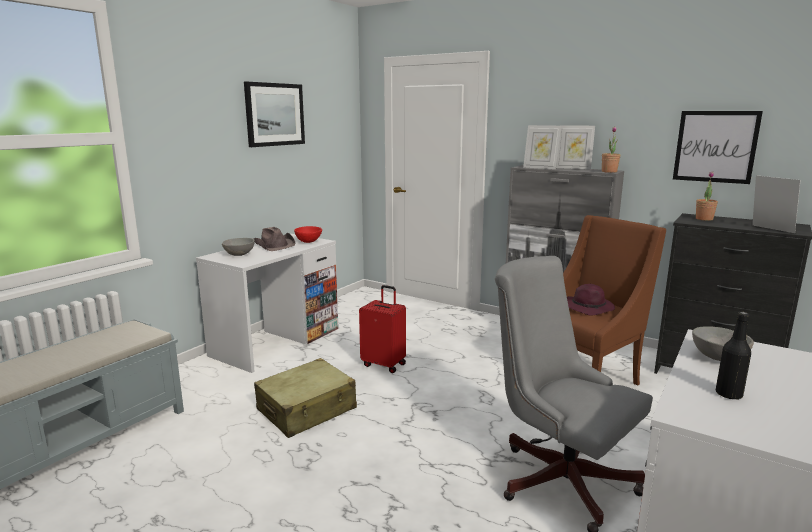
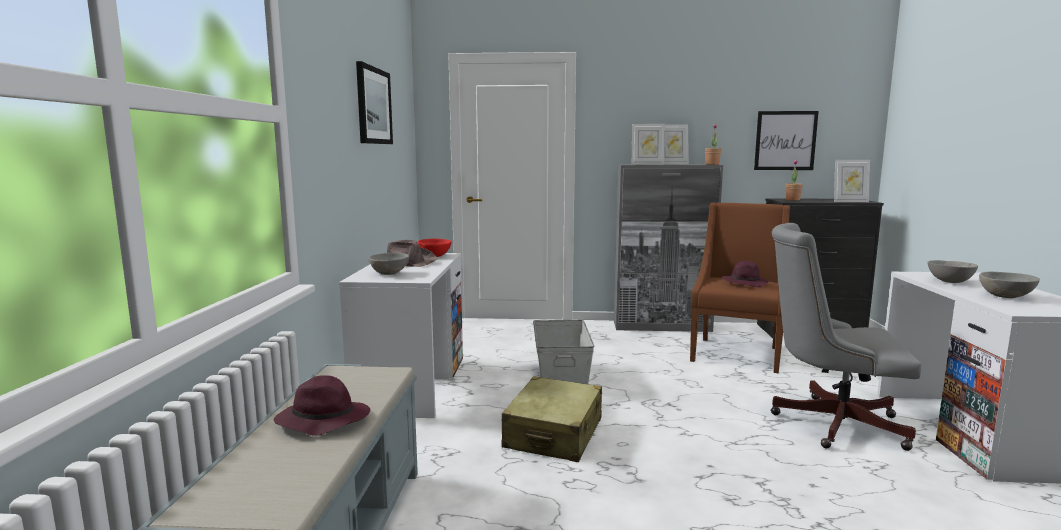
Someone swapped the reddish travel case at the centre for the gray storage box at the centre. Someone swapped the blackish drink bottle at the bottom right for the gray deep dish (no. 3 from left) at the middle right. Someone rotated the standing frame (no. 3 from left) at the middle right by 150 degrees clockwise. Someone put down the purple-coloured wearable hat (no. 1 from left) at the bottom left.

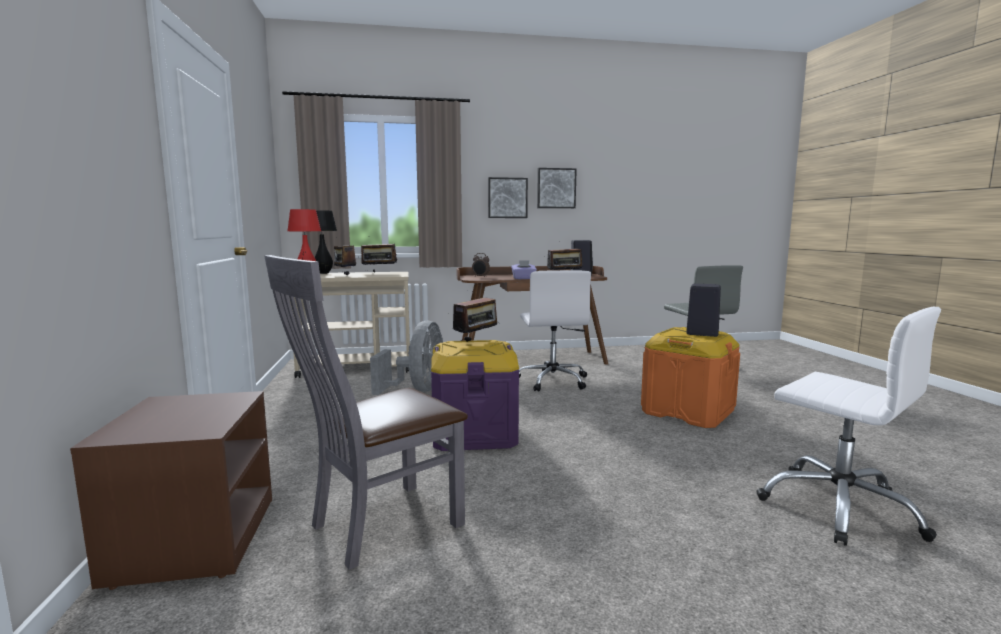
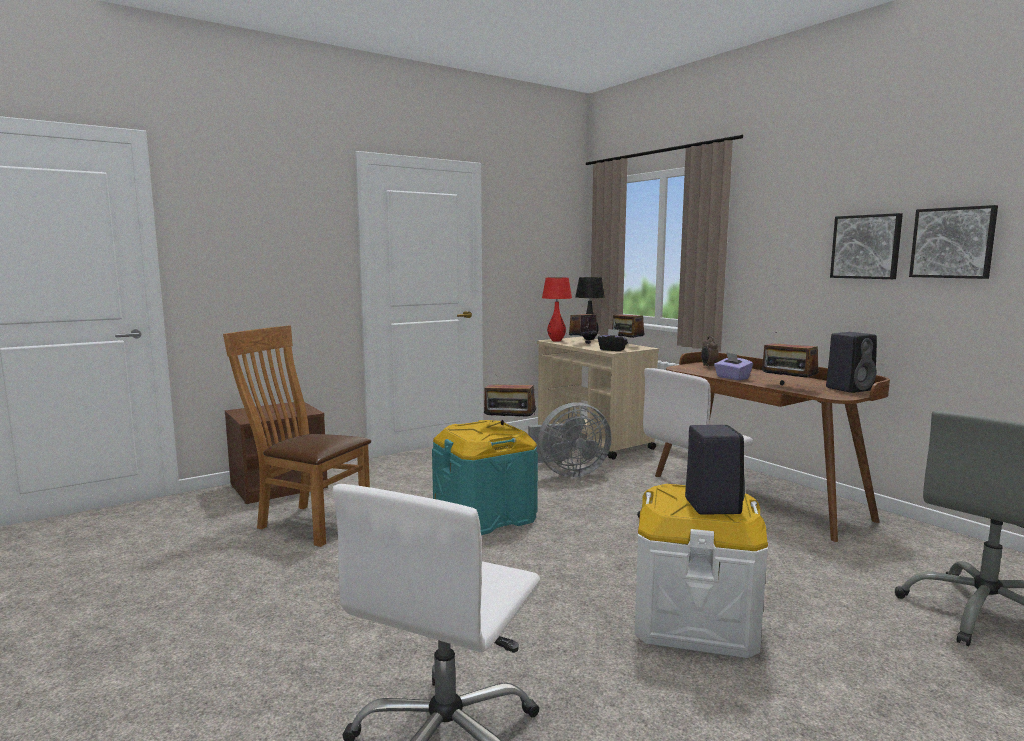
Someone repainted the gray upright chair at the centre, which became the brown-coloured upright chair at the middle left. Someone repainted the purple-coloured storage box at the centre, which became the turquoise-coloured storage box at the centre. Someone carried the picture (no. 1 from left in the first image) from the top centre to the top right. Someone repainted the orange storage box at the middle right, which became the white-coloured storage box at the bottom right. Someone put down the blackish box of tissues at the centre.

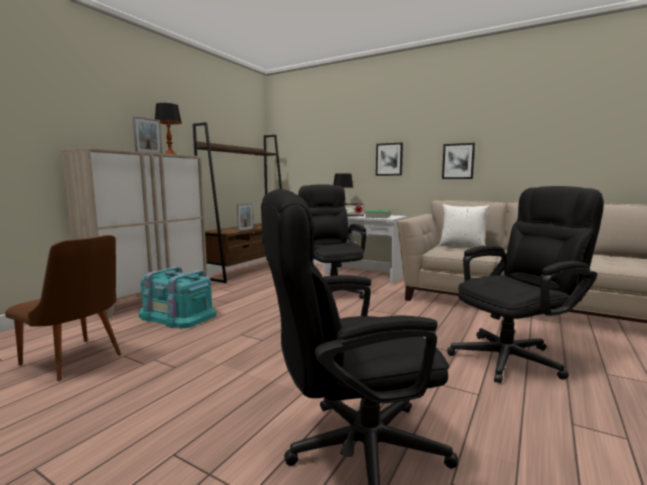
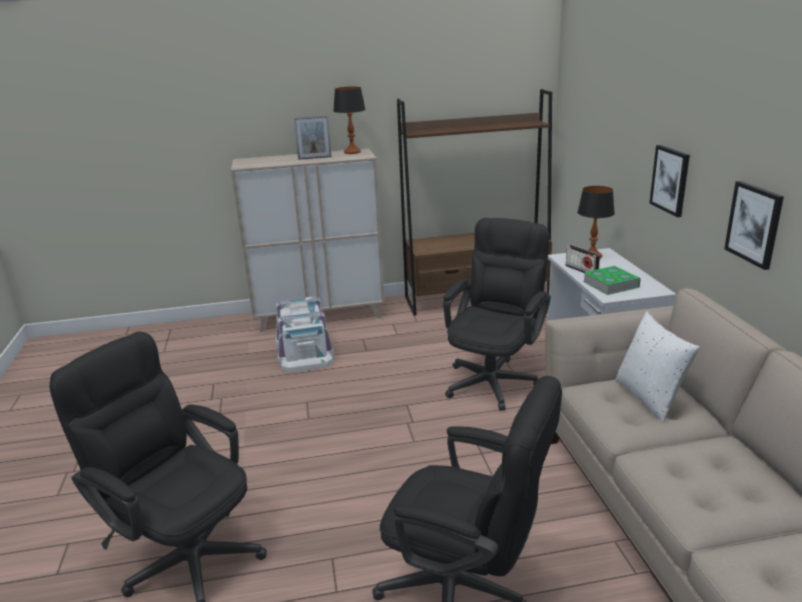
Someone took away the brown-coloured upright chair at the middle left. Someone repainted the turquoise-coloured storage box at the middle left, which became the white-coloured storage box at the centre. Someone took away the standing frame (no. 2 from left) at the centre.

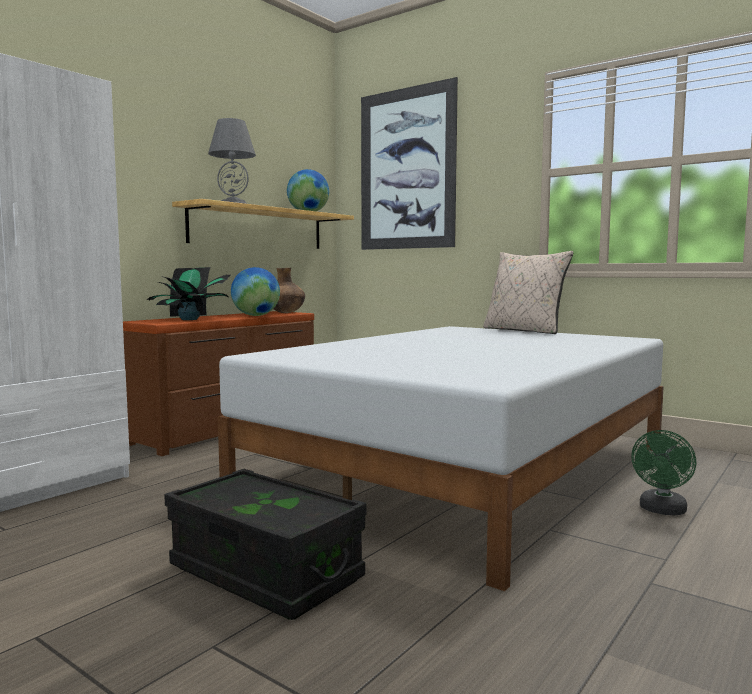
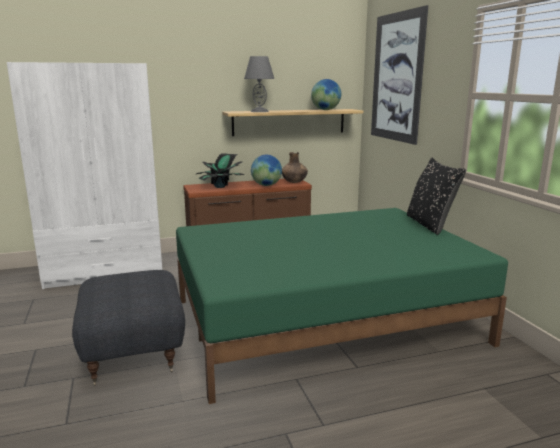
Someone swapped the blackish storage box at the bottom centre for the gray pouffe at the bottom left. Someone repainted the white-coloured bed at the centre, which became the greenish bed at the bottom centre. Someone repainted the beige pillow at the middle right, which became the blackish pillow at the middle right. Someone took away the greenish fan at the bottom right.

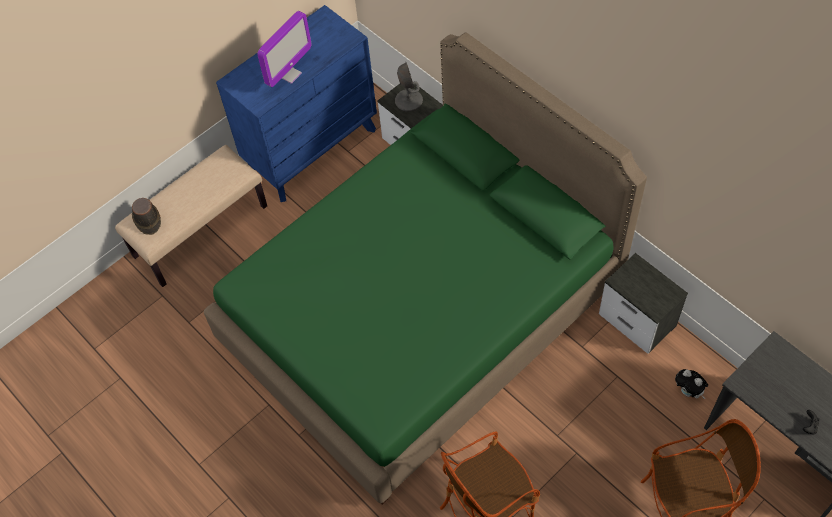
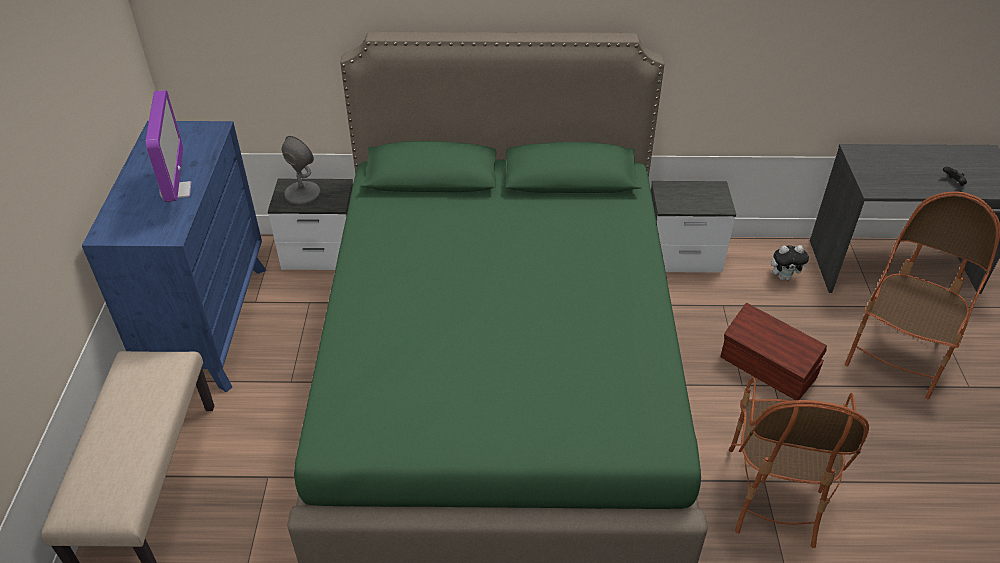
Someone took away the brown-coloured wearable hat at the middle left. Someone put down the brown-coloured storage box at the middle right.

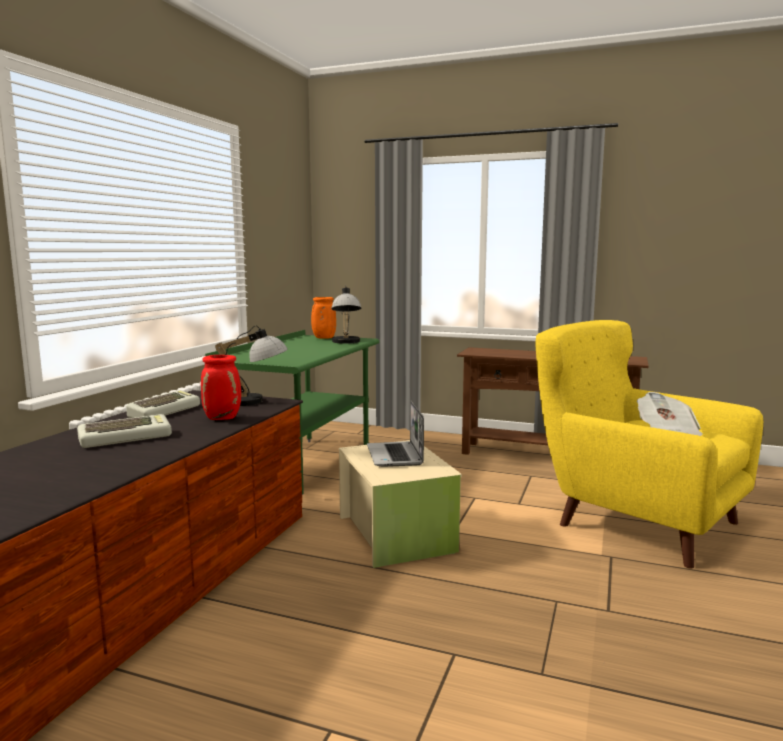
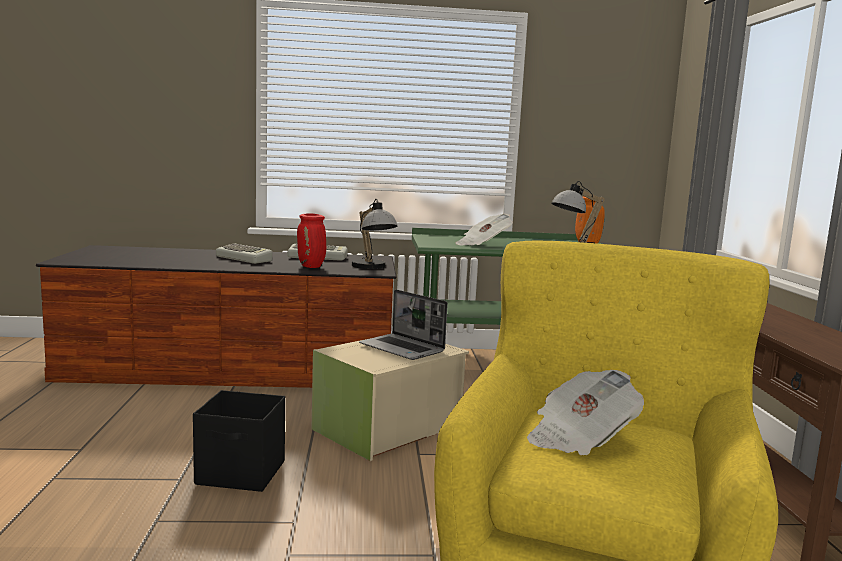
Someone rotated the laptop at the centre by 105 degrees counterclockwise. Someone put down the blackish storage box at the bottom left. Someone put down the printed paper (no. 1 from left) at the centre.

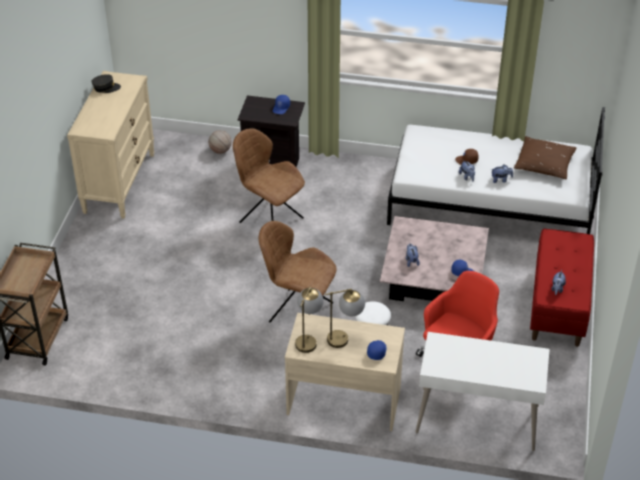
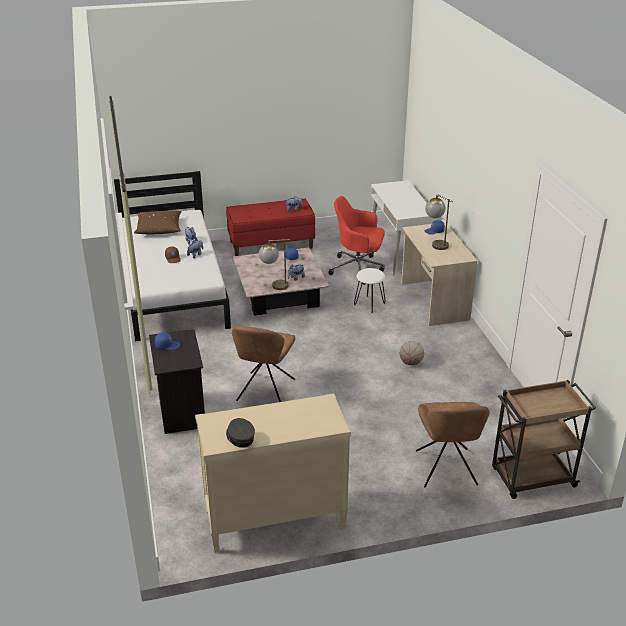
Someone carried the basketball from the top centre to the centre. Someone carried the brown-coloured upright chair (no. 2 from left) from the centre to the bottom right. Someone carried the lamp for a table (no. 1 from left) from the bottom centre to the centre.

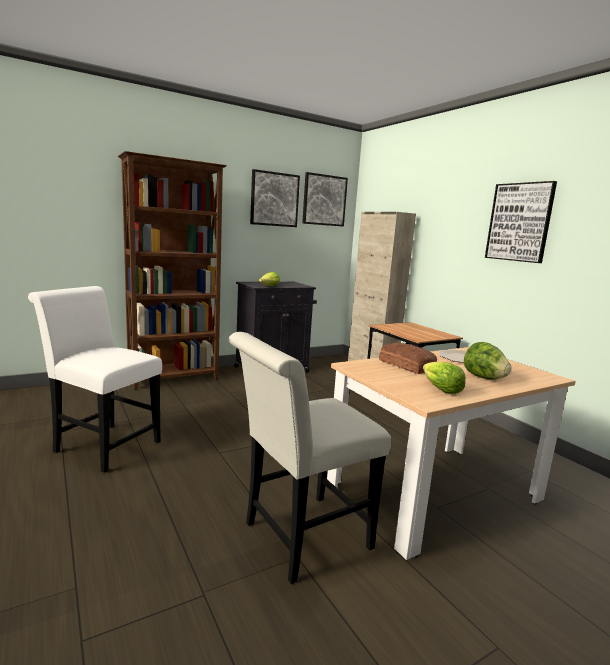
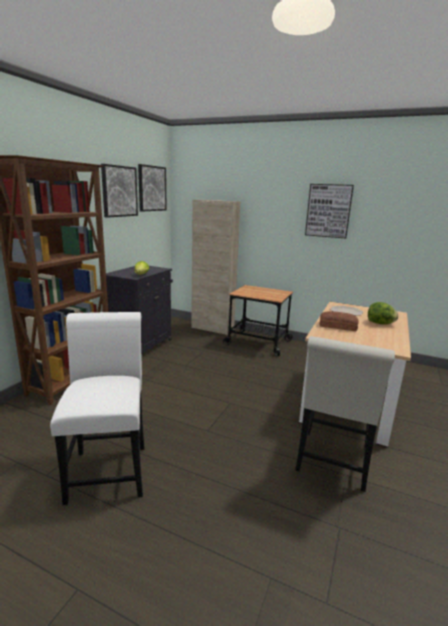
Someone rotated the white-coloured upright chair (no. 1 from left) at the middle left by 90 degrees clockwise. Someone took away the lettuce head (no. 2 from left) at the middle right.

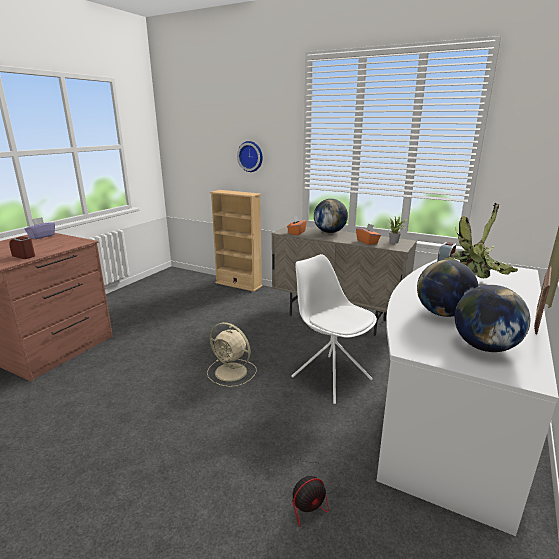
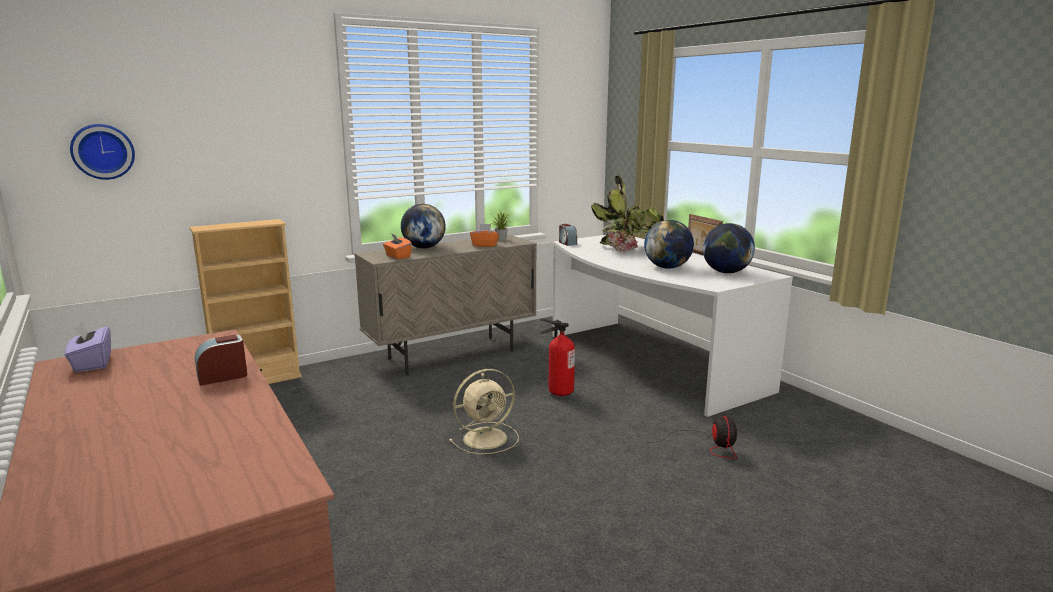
Someone carried the clock on the wall from the top centre to the top left. Someone swapped the white-coloured upright chair at the centre for the fire-fighting cylinder at the centre.

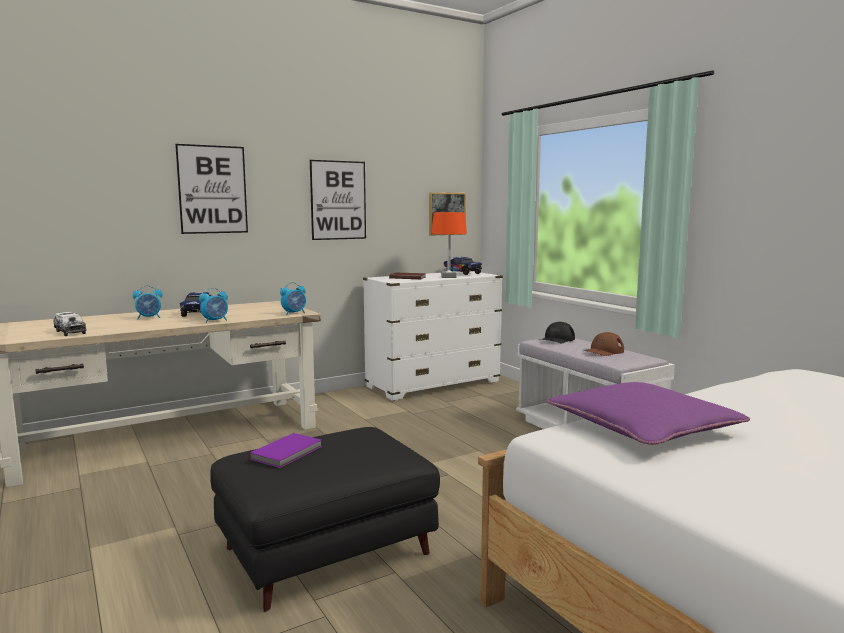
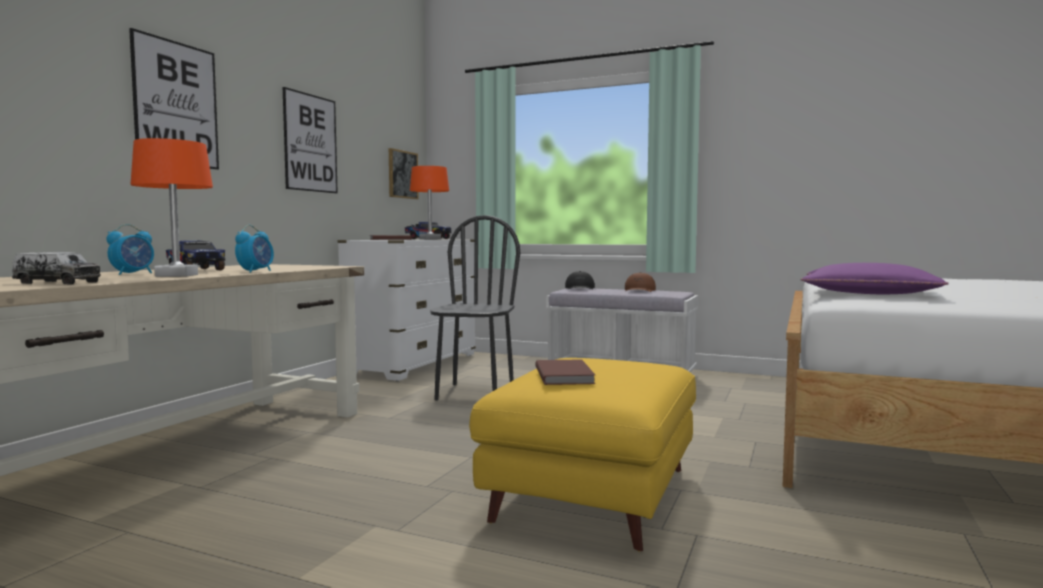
Someone repainted the blackish pouffe at the bottom centre, which became the yellow pouffe at the bottom centre. Someone repainted the purple-coloured book at the bottom centre, which became the brown-coloured book (no. 2 from left) at the centre. Someone took away the table clock (no. 3 from left) at the centre. Someone put down the orange lamp for a table (no. 1 from left) at the middle left. Someone put down the blackish upright chair at the centre.

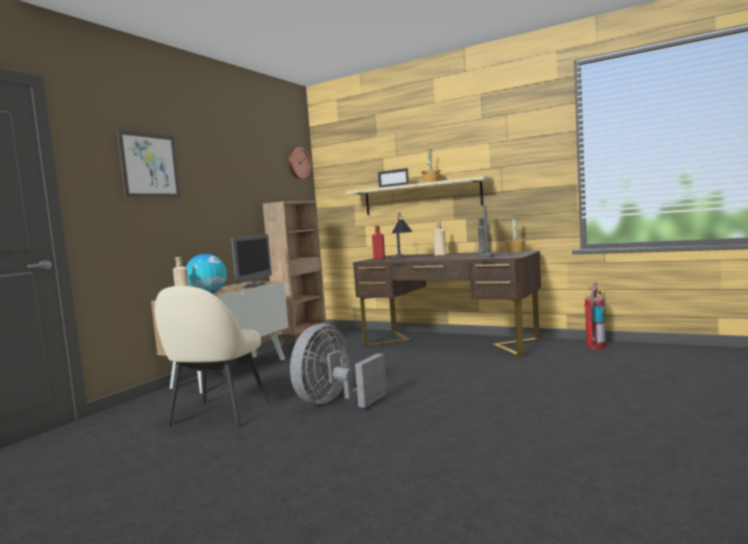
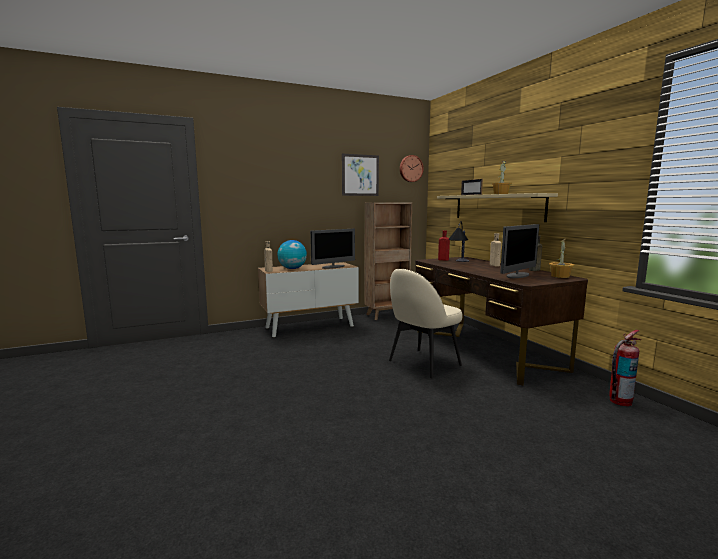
Someone carried the picture from the top left to the top centre. Someone carried the beige upright chair from the middle left to the centre. Someone took away the gray fan at the bottom centre.

